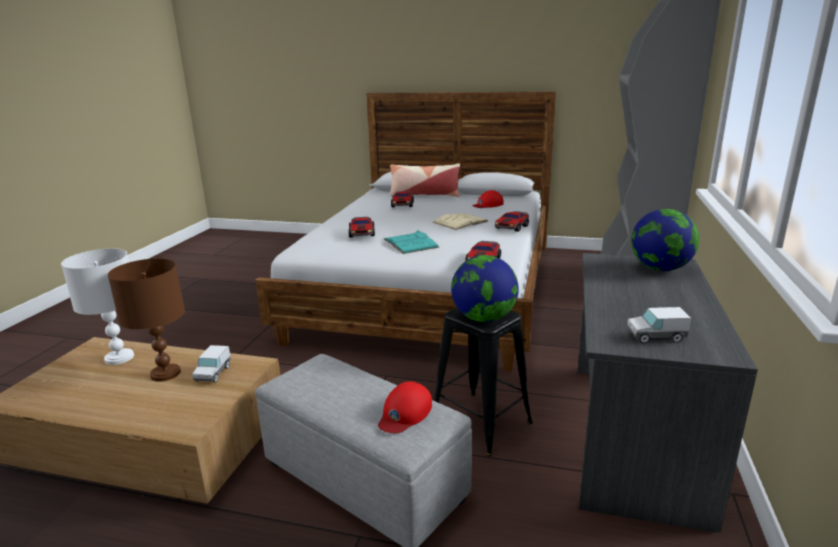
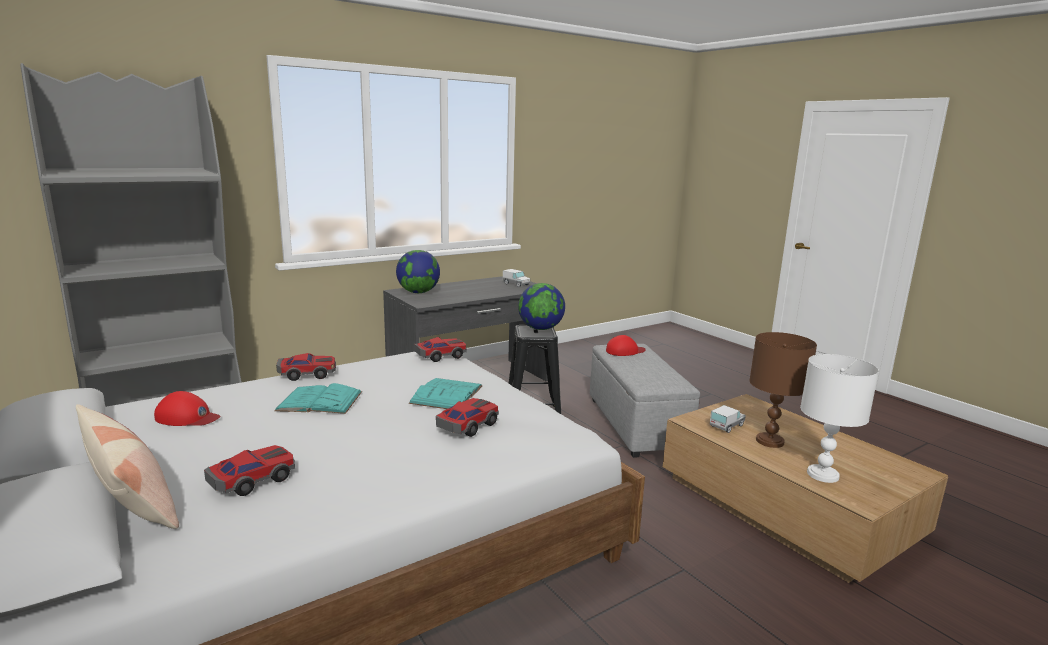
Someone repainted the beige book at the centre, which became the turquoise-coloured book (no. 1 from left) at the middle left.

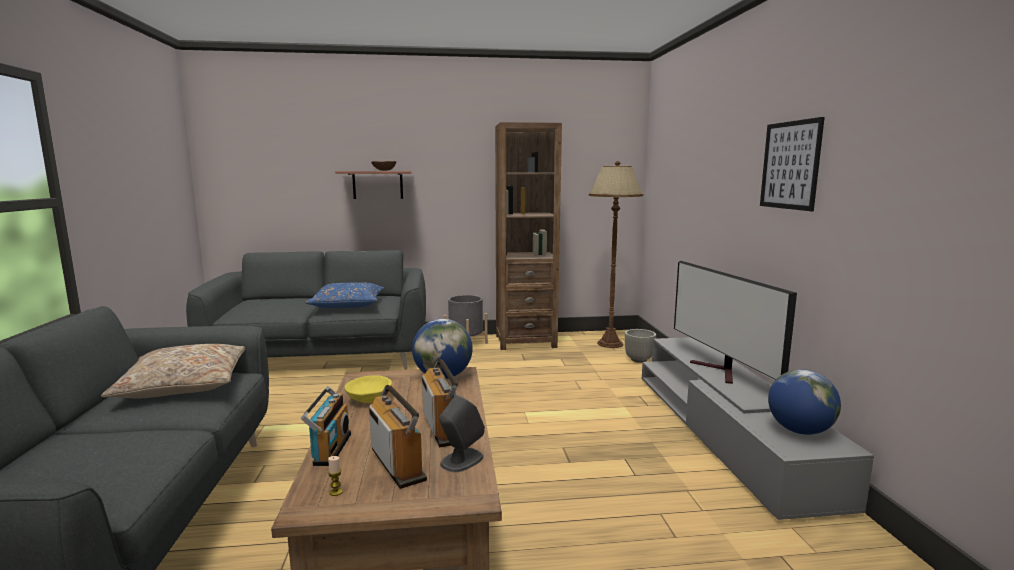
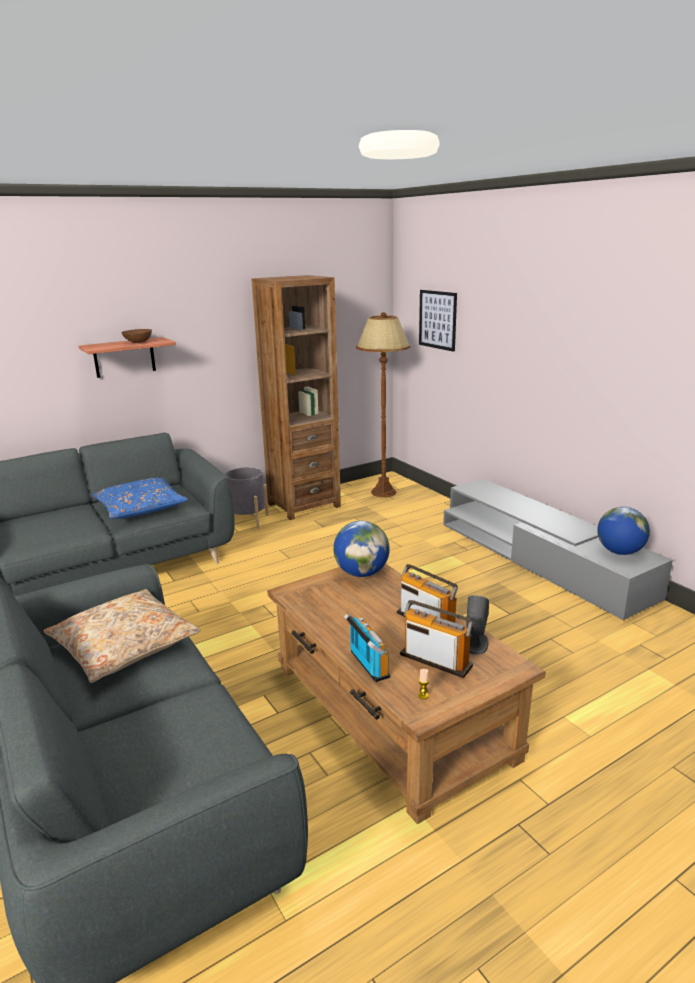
Someone took away the yellow deep dish at the bottom centre. Someone took away the gray plant pot (no. 2 from left) at the centre. Someone took away the television at the middle right. Someone carried the picture from the top right to the top centre.

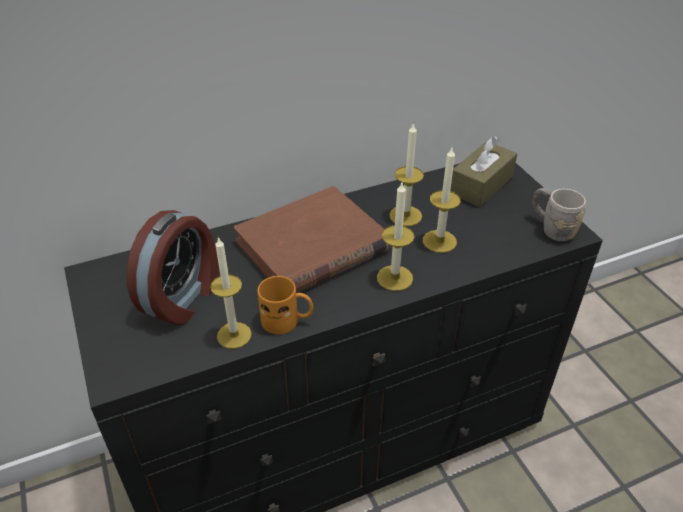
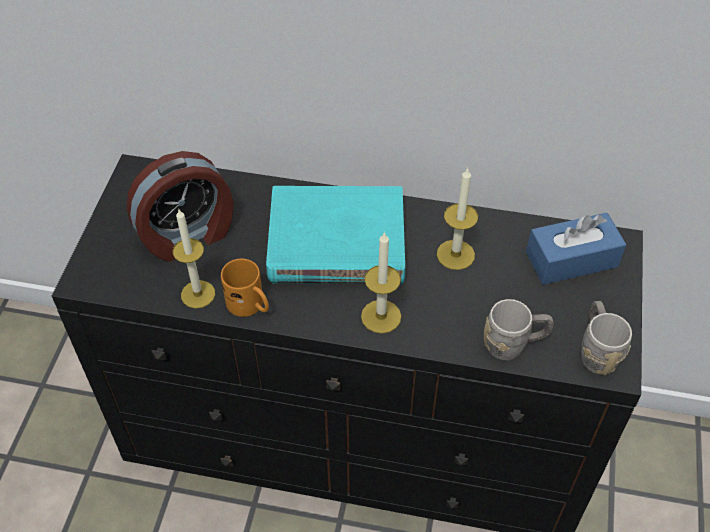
Someone repainted the brown-coloured book at the centre, which became the turquoise-coloured book at the centre. Someone took away the wax candle (no. 4 from left) at the centre. Someone repainted the brown-coloured box of tissues at the middle right, which became the blue-coloured box of tissues at the middle right. Someone put down the gray coffee mug (no. 1 from left) at the middle right.

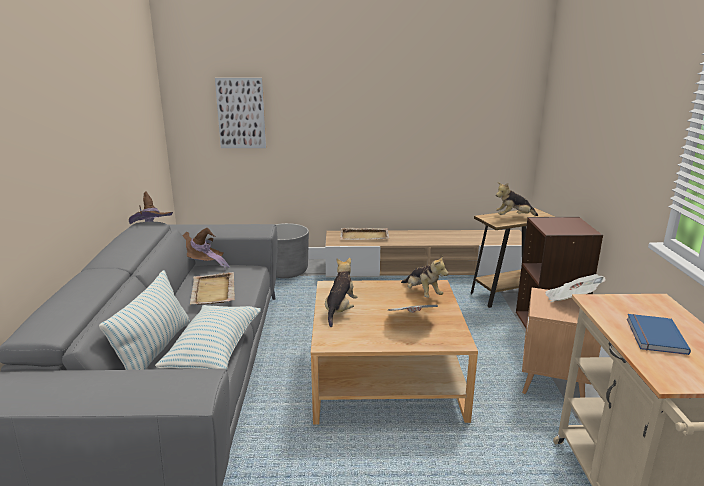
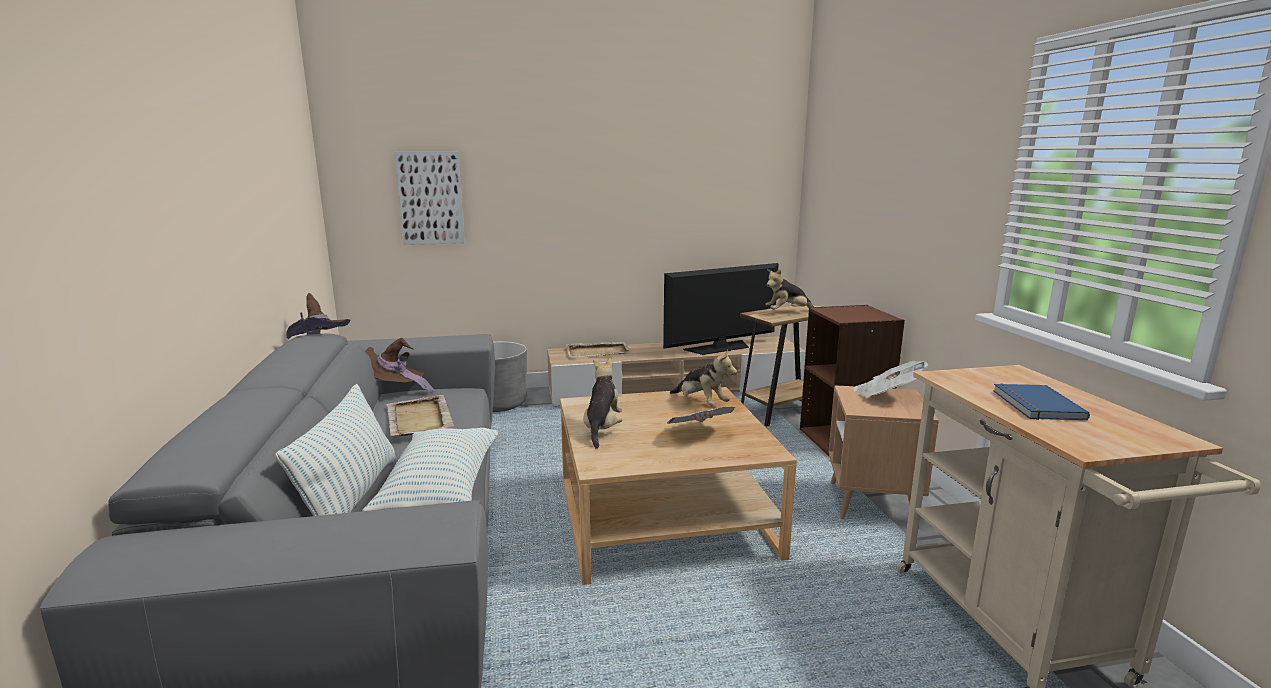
Someone put down the television at the centre.

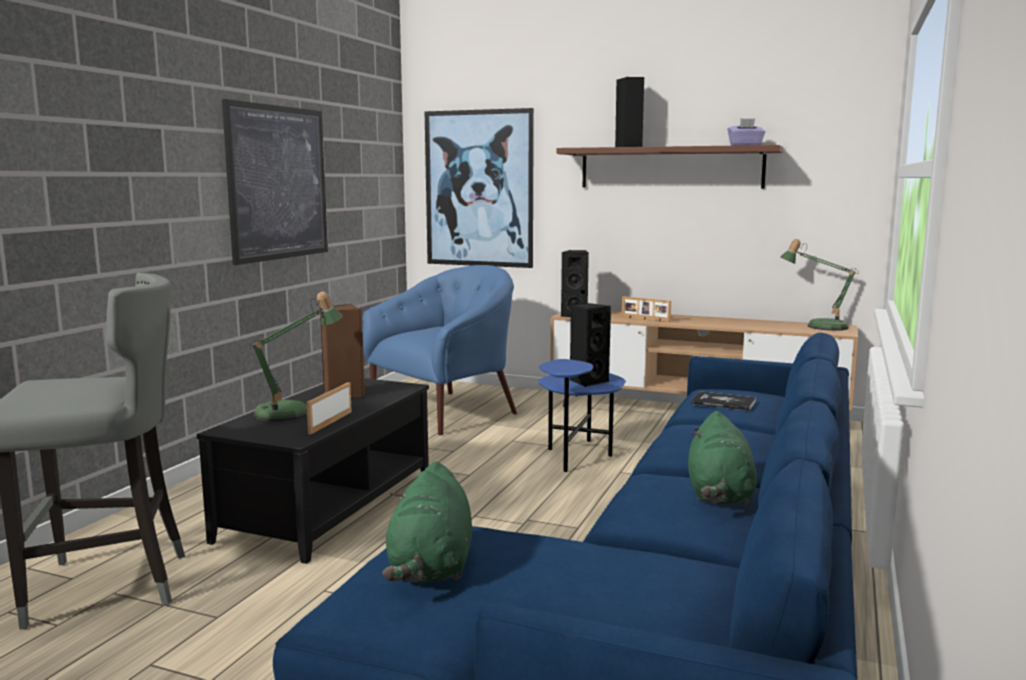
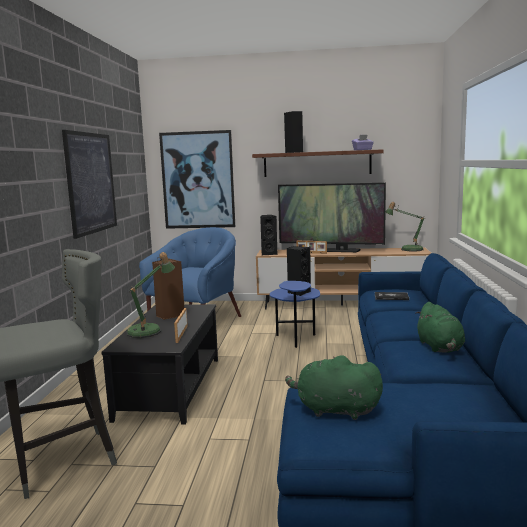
Someone rotated the greenish cuddly toy (no. 1 from left) at the bottom centre by 120 degrees clockwise. Someone put down the television at the centre.

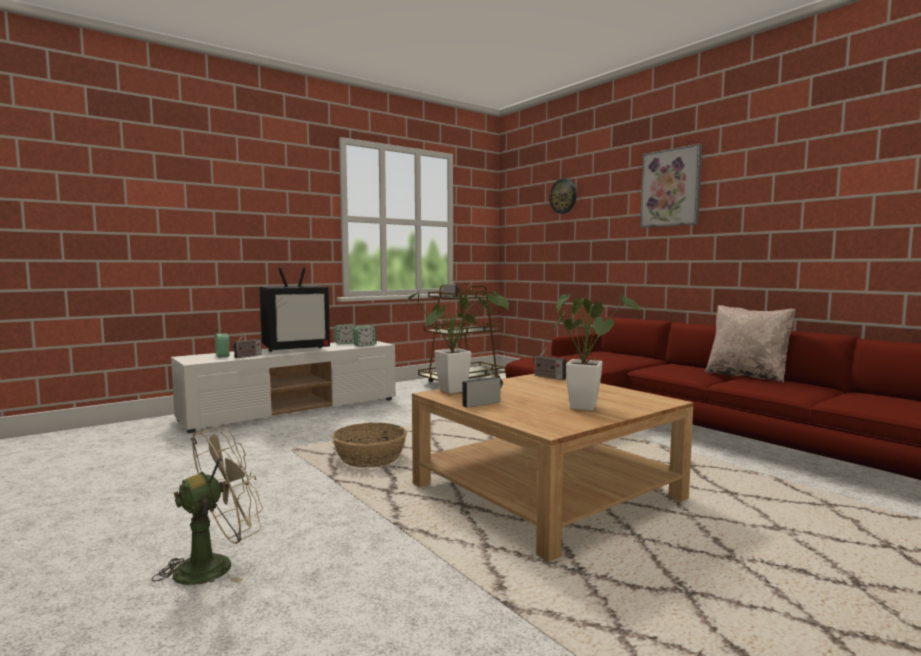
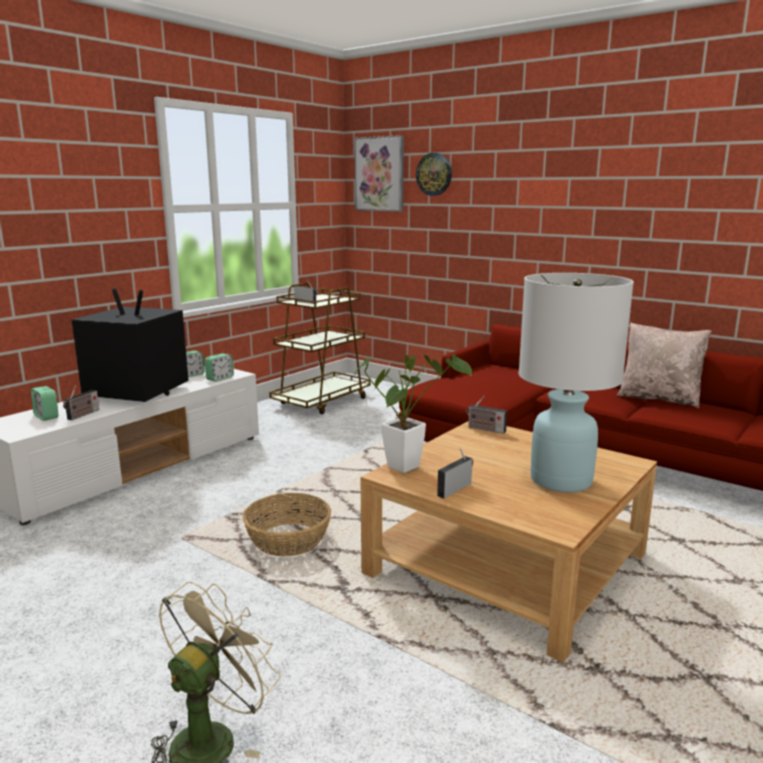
Someone rotated the television at the middle left by 120 degrees counterclockwise. Someone swapped the potted plant (no. 2 from left) at the centre for the white-coloured lamp for a table at the middle right. Someone carried the picture from the top right to the top centre.

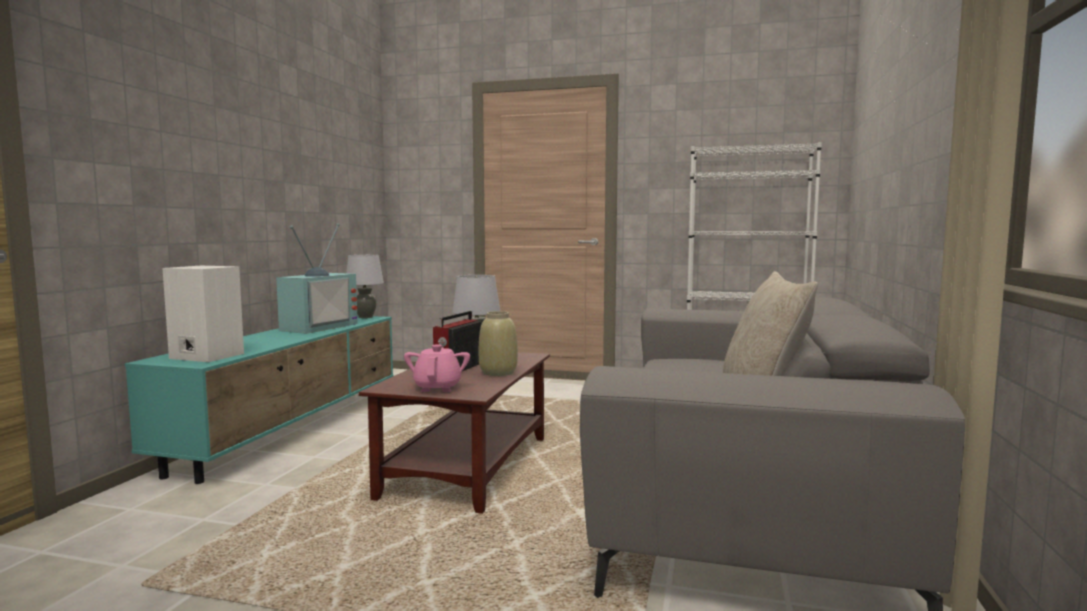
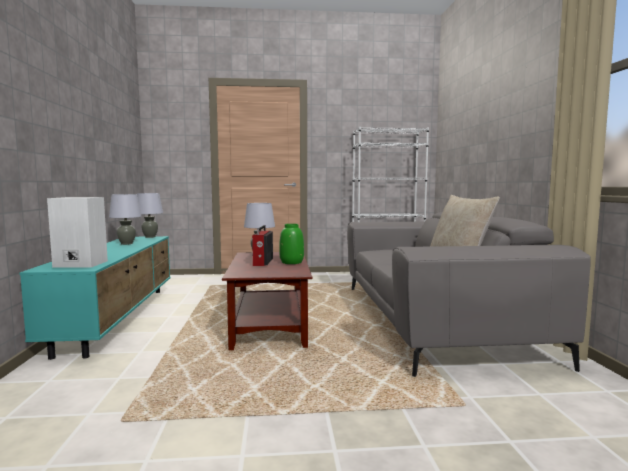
Someone swapped the television at the middle left for the gray lamp for a table (no. 1 from left) at the middle left. Someone took away the pink pot for tea at the centre. Someone repainted the beige vase at the centre, which became the greenish vase at the centre.

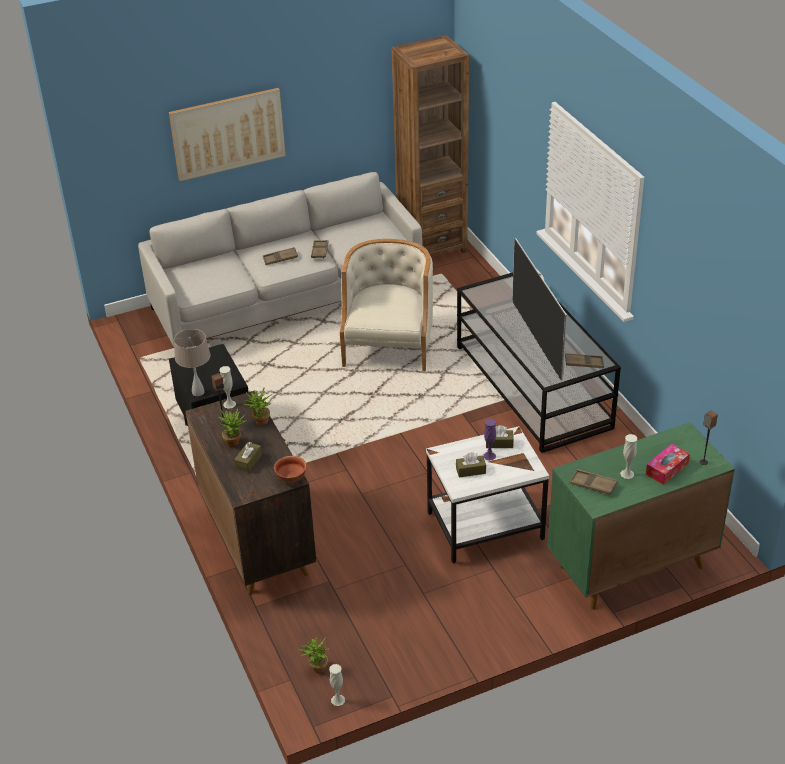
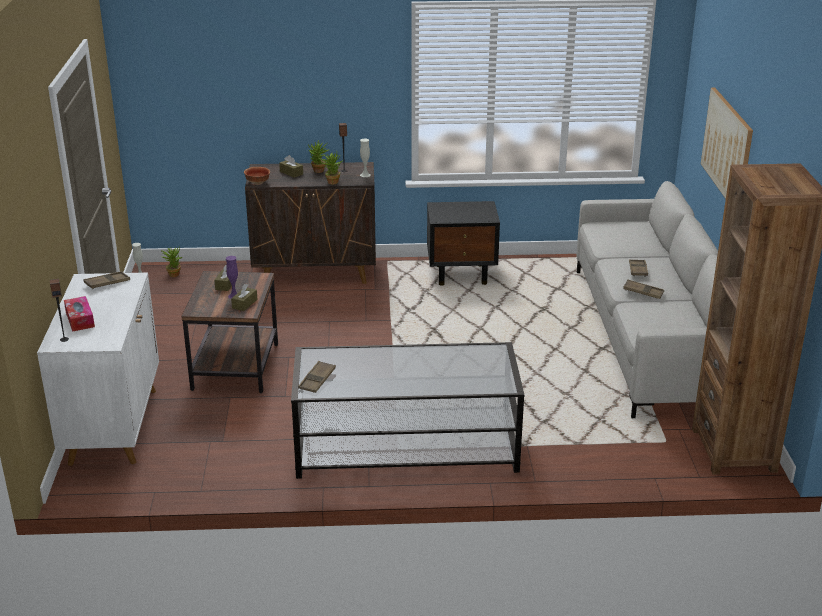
Someone took away the beige lamp for a table at the middle left. Someone took away the beige lounge chair at the centre. Someone repainted the white-coloured side table at the centre, which became the brown-coloured side table at the middle left. Someone took away the television at the middle right. Someone repainted the greenish cabinet at the bottom right, which became the white-coloured cabinet at the middle left. Someone took away the white-coloured vase (no. 3 from left) at the middle right.

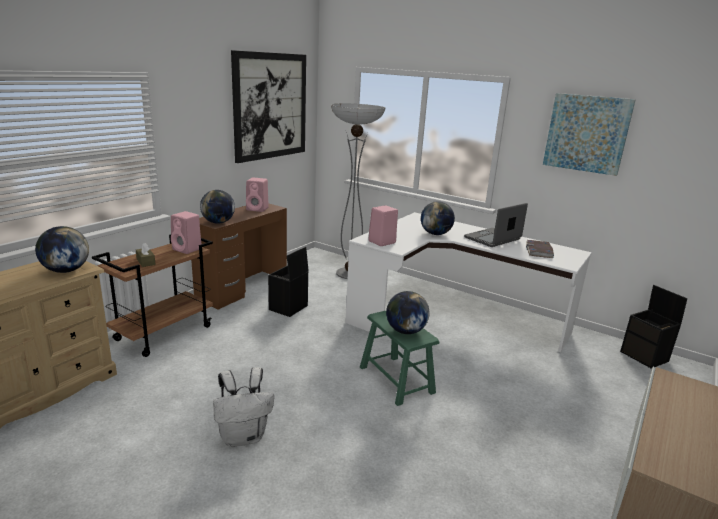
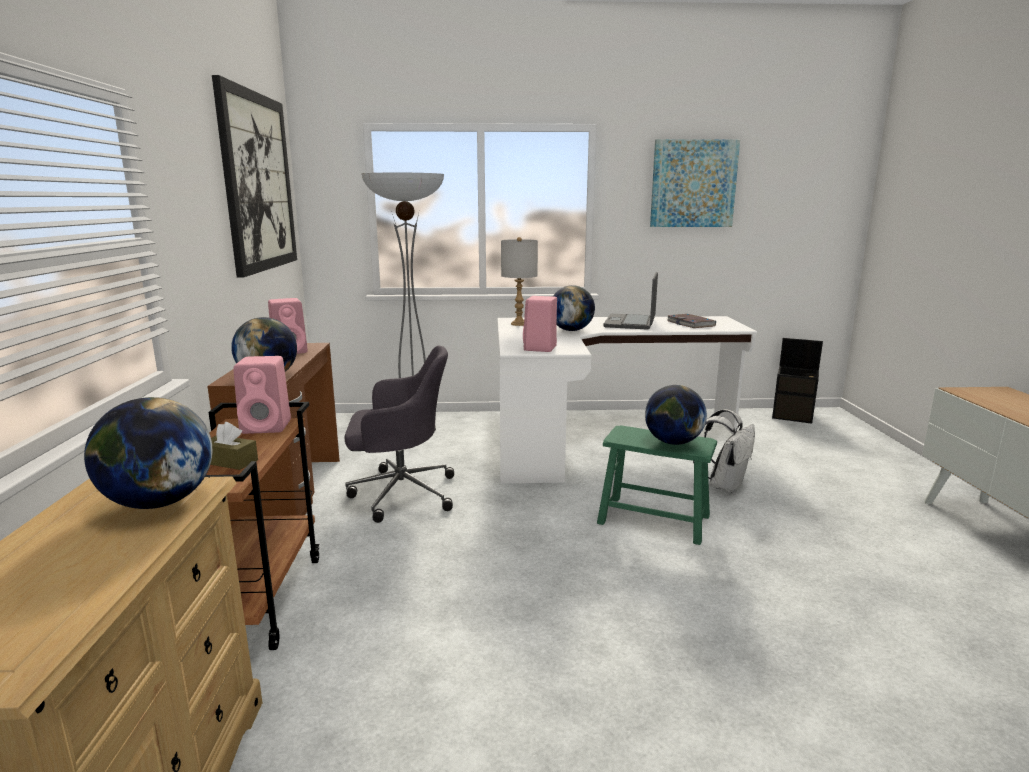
Someone carried the white-coloured rucksack from the bottom centre to the middle right. Someone swapped the blackish storage box (no. 1 from left) at the centre for the gray computer chair at the centre. Someone put down the gray lamp for a table at the centre.

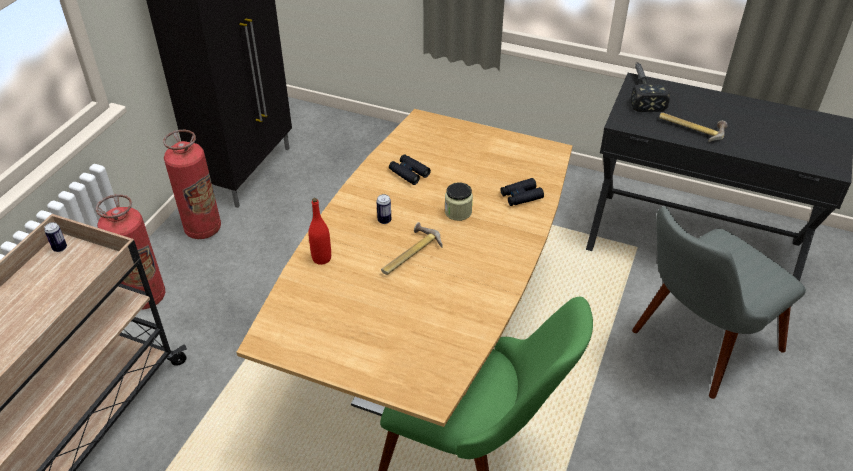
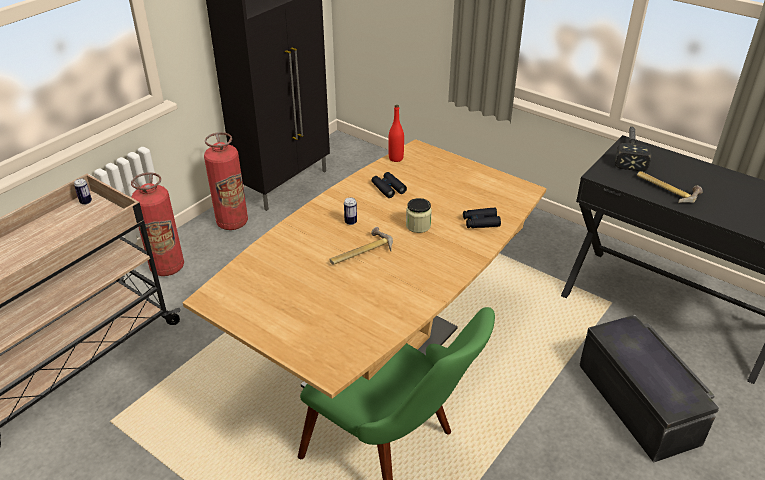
Someone carried the reddish drink bottle from the centre to the top centre. Someone swapped the gray upright chair at the middle right for the blackish storage box at the bottom right.

